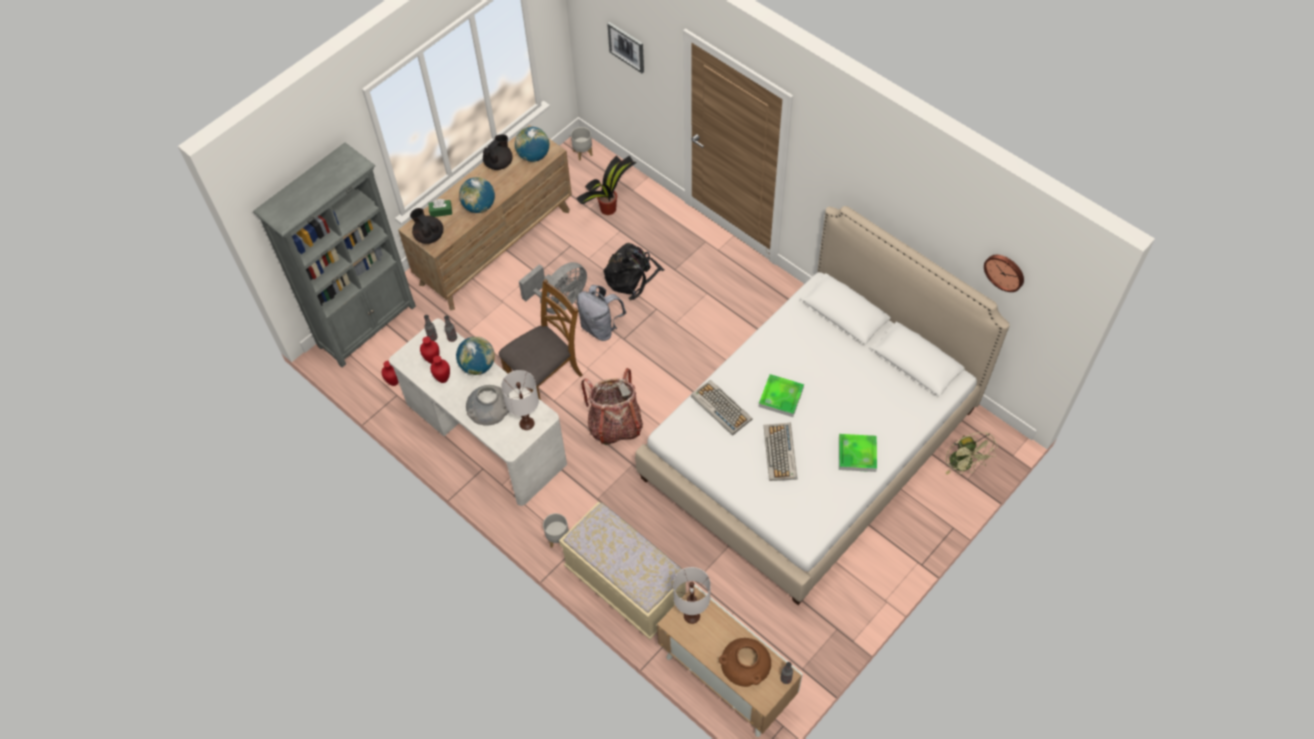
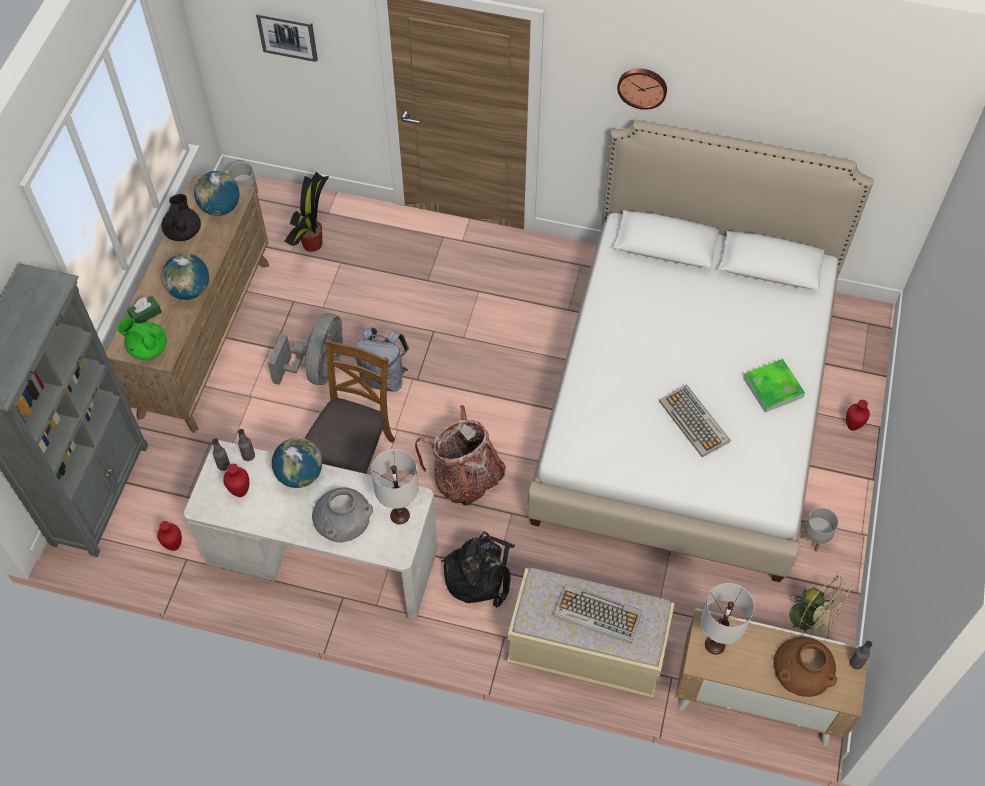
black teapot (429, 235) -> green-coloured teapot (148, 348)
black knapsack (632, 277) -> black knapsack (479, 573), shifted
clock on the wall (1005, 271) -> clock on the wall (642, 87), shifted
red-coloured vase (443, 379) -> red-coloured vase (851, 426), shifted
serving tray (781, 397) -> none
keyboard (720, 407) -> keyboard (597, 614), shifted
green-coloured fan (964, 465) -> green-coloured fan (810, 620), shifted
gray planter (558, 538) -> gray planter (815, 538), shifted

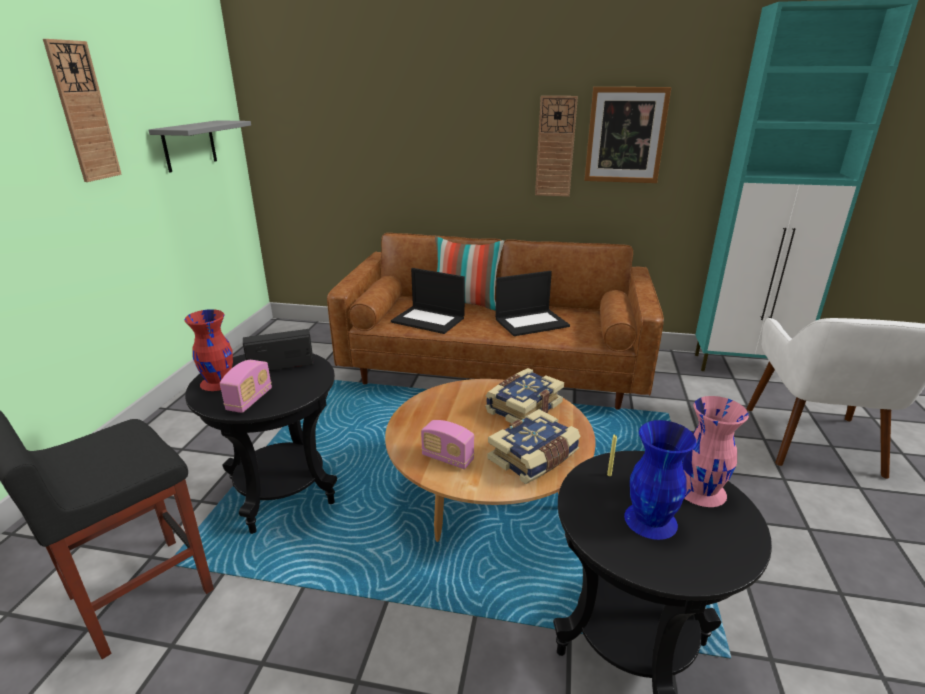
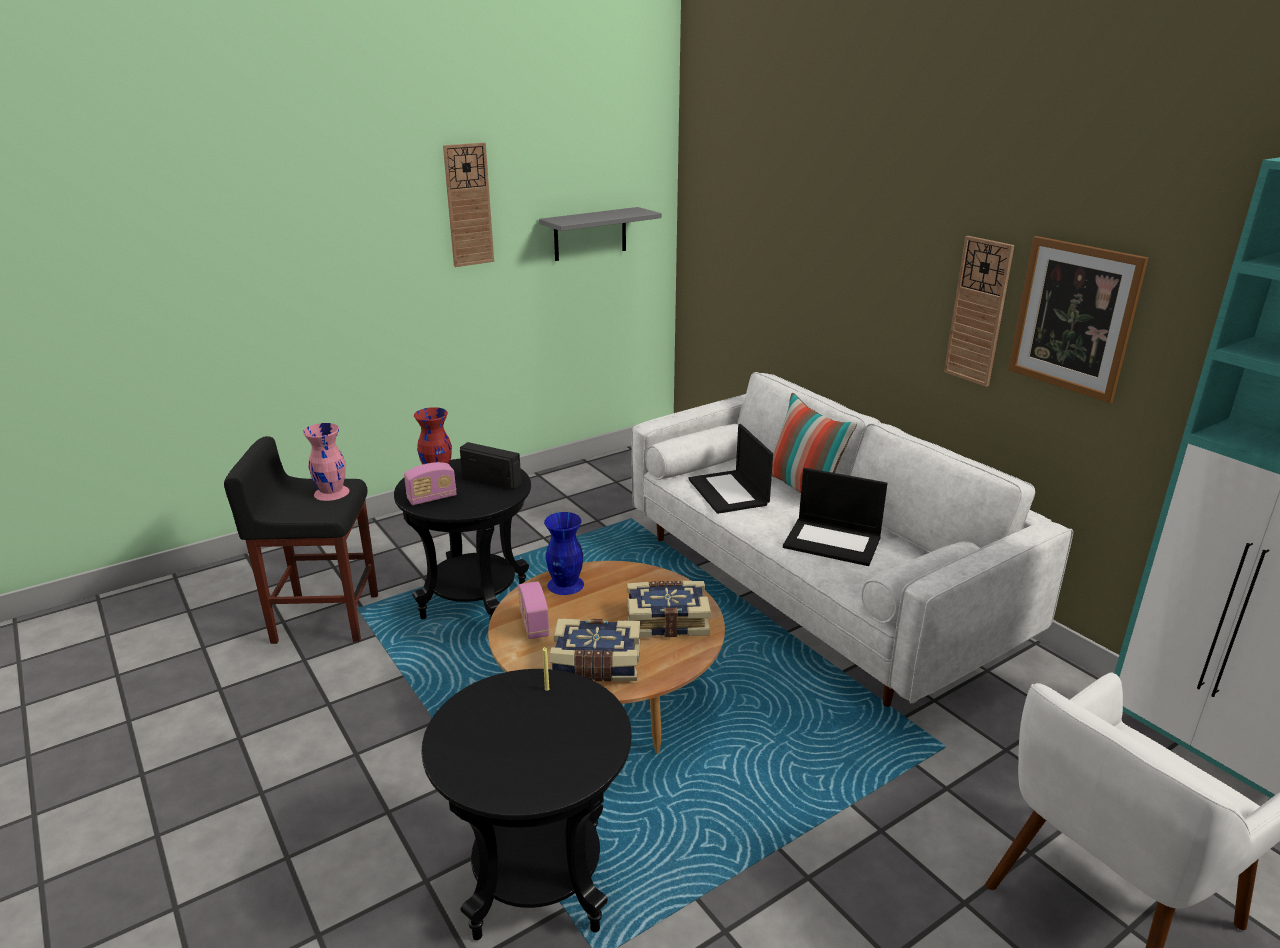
brown settee (494, 368) -> white-coloured settee (815, 587)
pinkish vase (701, 490) -> pinkish vase (332, 492), shifted
bluish vase (651, 520) -> bluish vase (565, 585), shifted

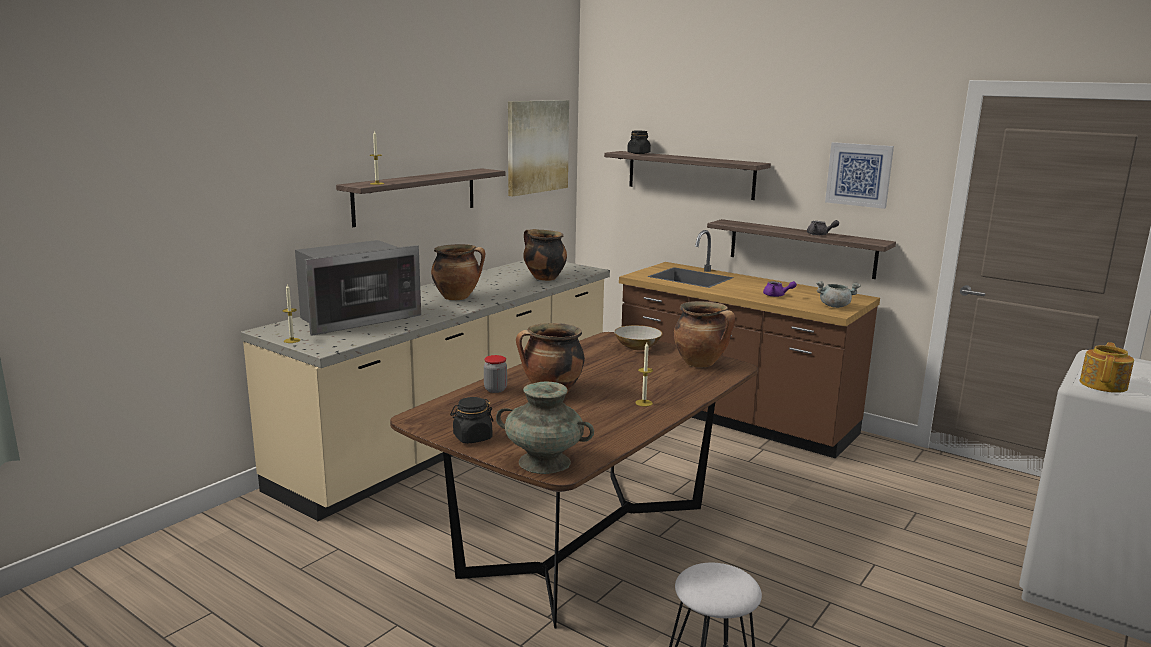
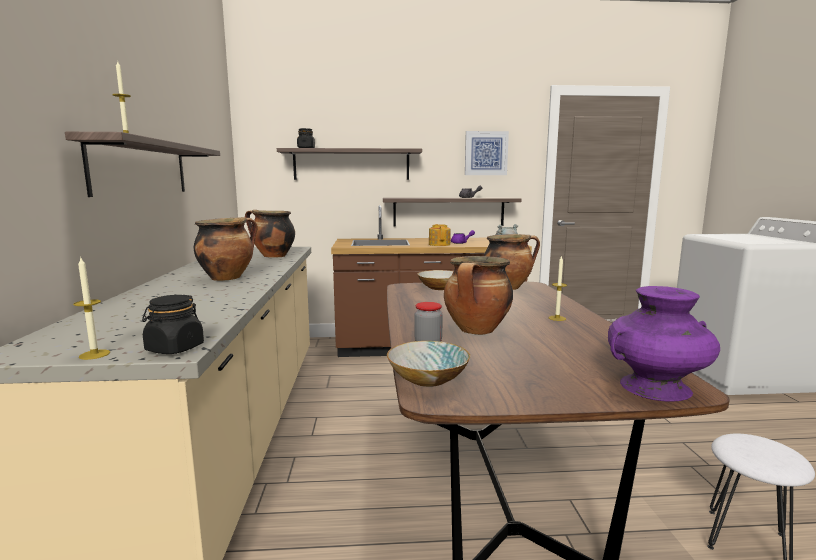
wall art (537, 146) -> none
microwave (355, 317) -> none
teapot (1104, 385) -> teapot (439, 244), shifted
turquoise-coloured vase (543, 462) -> purplish vase (654, 387)
black preserve jar (472, 437) -> black preserve jar (174, 348), shifted
none -> serving bowl (428, 379)

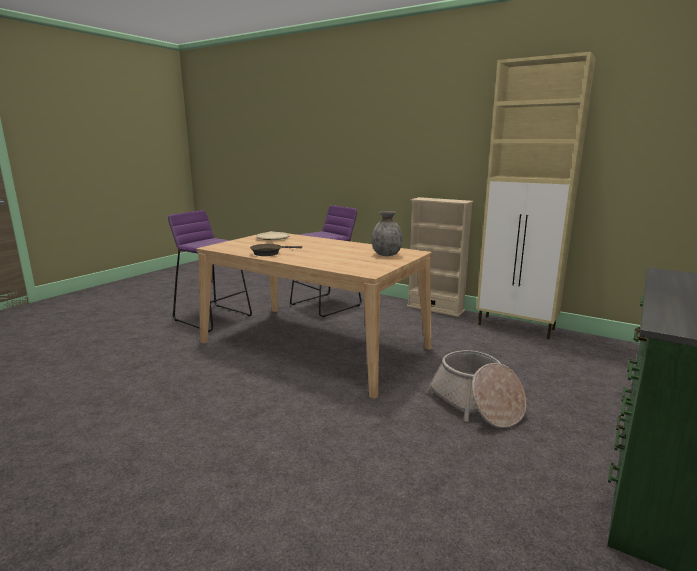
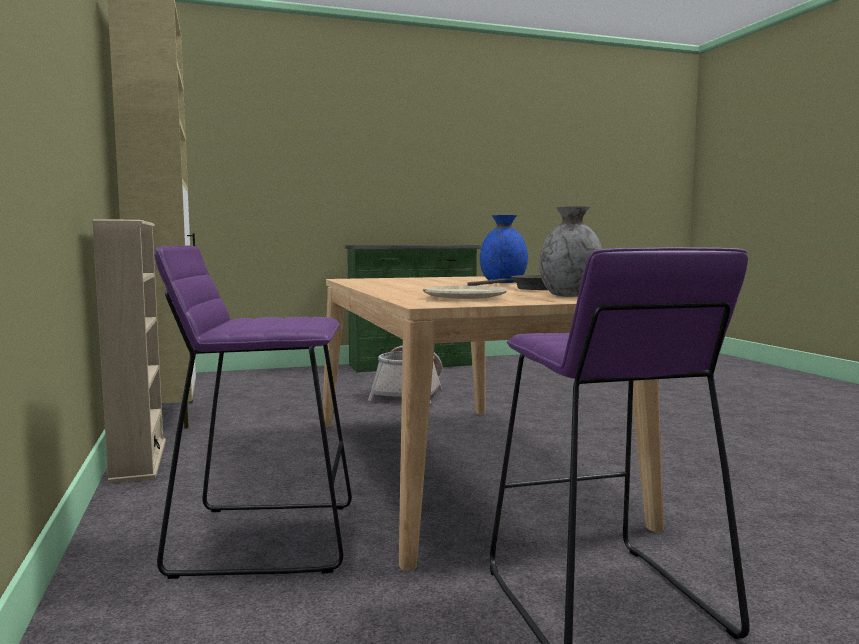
gray vase (386, 255) -> gray vase (570, 296), shifted
none -> bluish vase (502, 282)

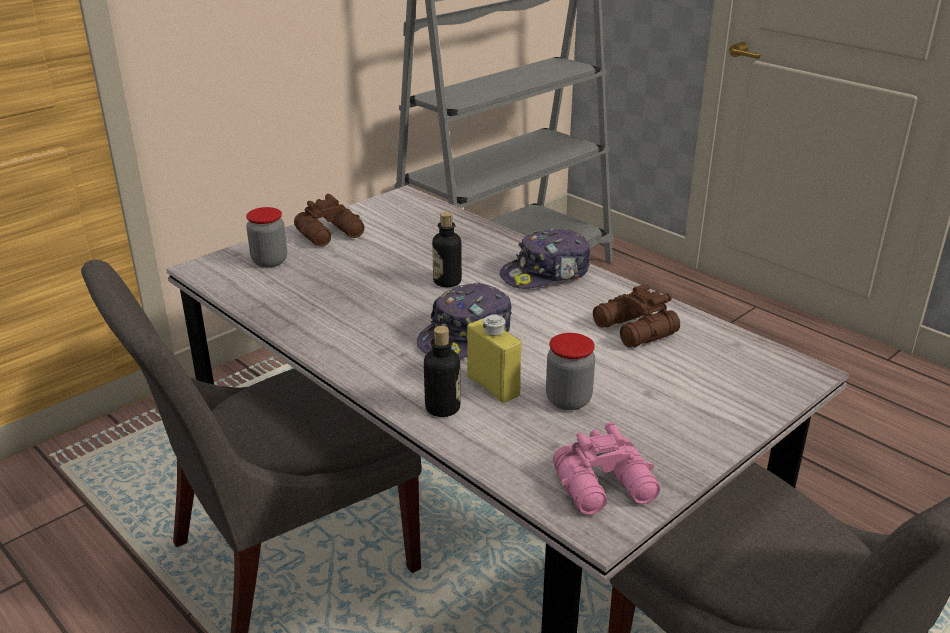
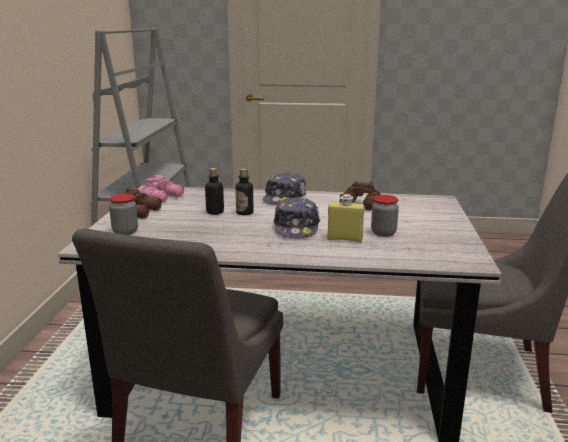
beverage bottle (442, 408) -> beverage bottle (215, 212), shifted
pinkish field glasses (607, 487) -> pinkish field glasses (163, 198), shifted

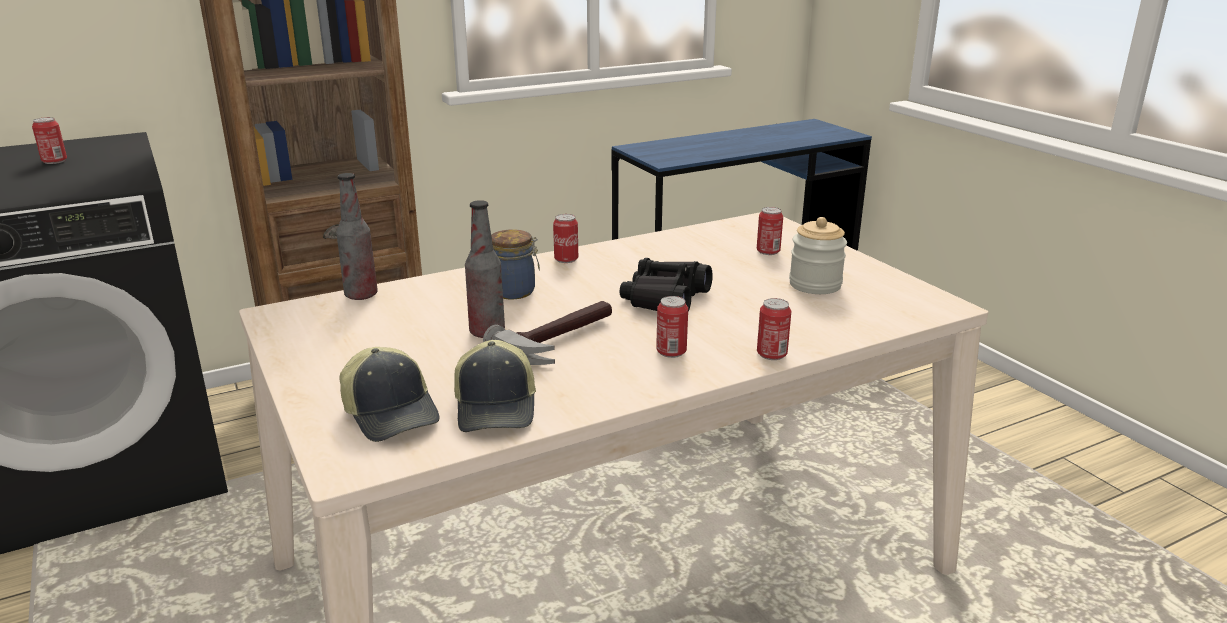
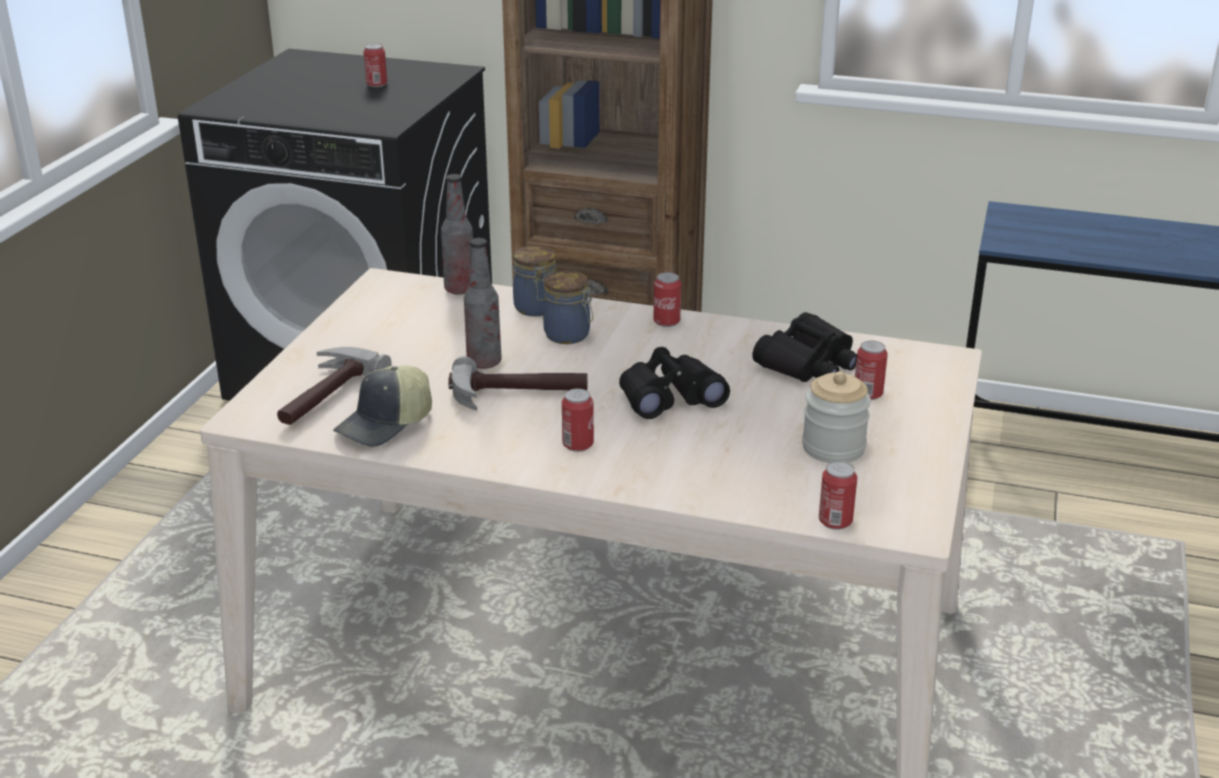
can (771, 354) -> can (835, 521), shifted
cap (392, 413) -> tool hammer (324, 395)
none -> preserve jar (536, 309)
none -> black field glasses (808, 363)

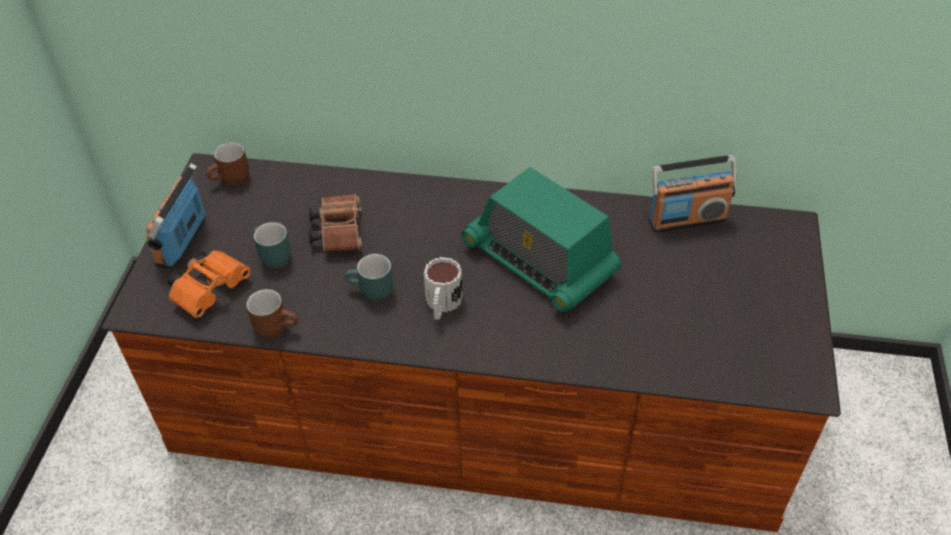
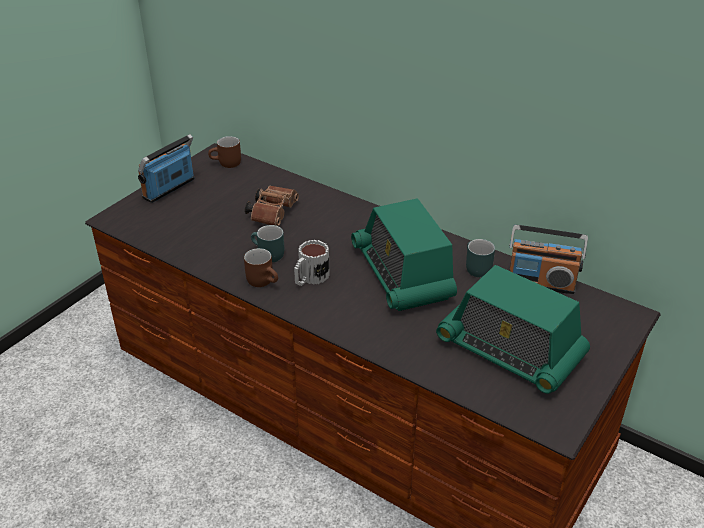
turquoise-coloured coffee mug (271, 256) -> turquoise-coloured coffee mug (474, 268), shifted
orangey field glasses (211, 289) -> none
brown coffee mug (277, 325) -> brown coffee mug (264, 281), shifted
none -> radio (510, 350)

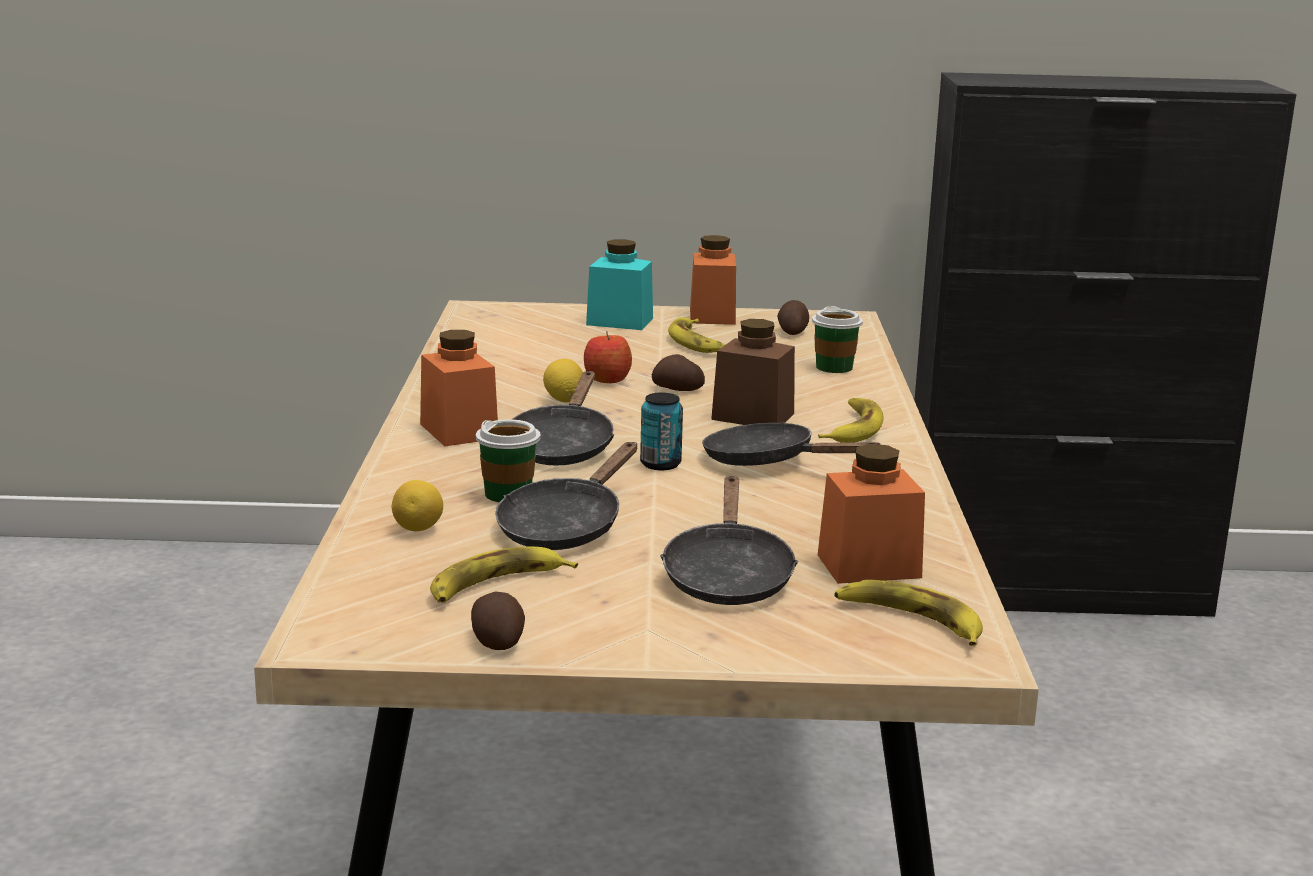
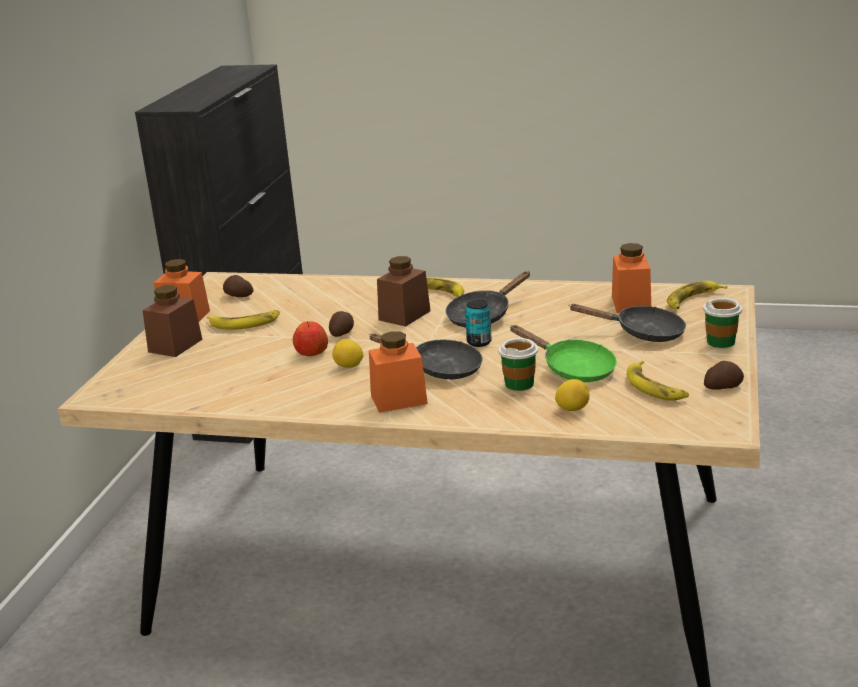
turquoise-coloured preserve jar (619, 321) -> brown preserve jar (175, 345)
drinking cup (834, 367) -> drinking cup (721, 342), shifted
black pan (565, 526) -> green-coloured pan (573, 369)

